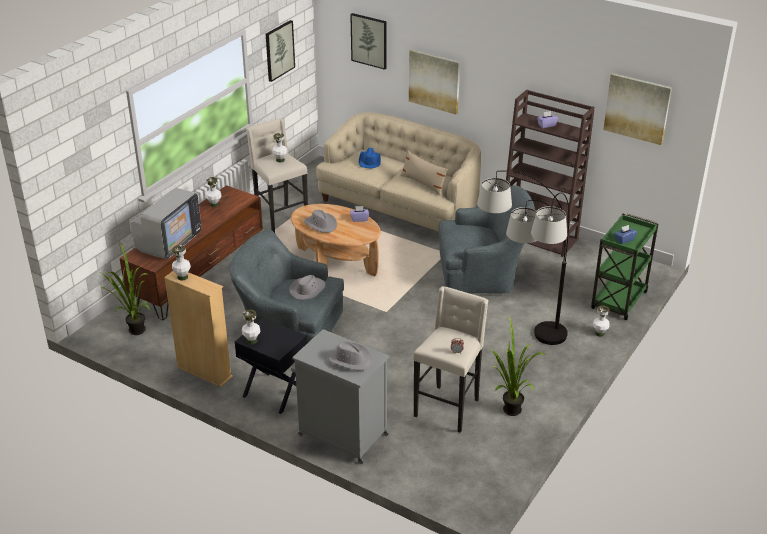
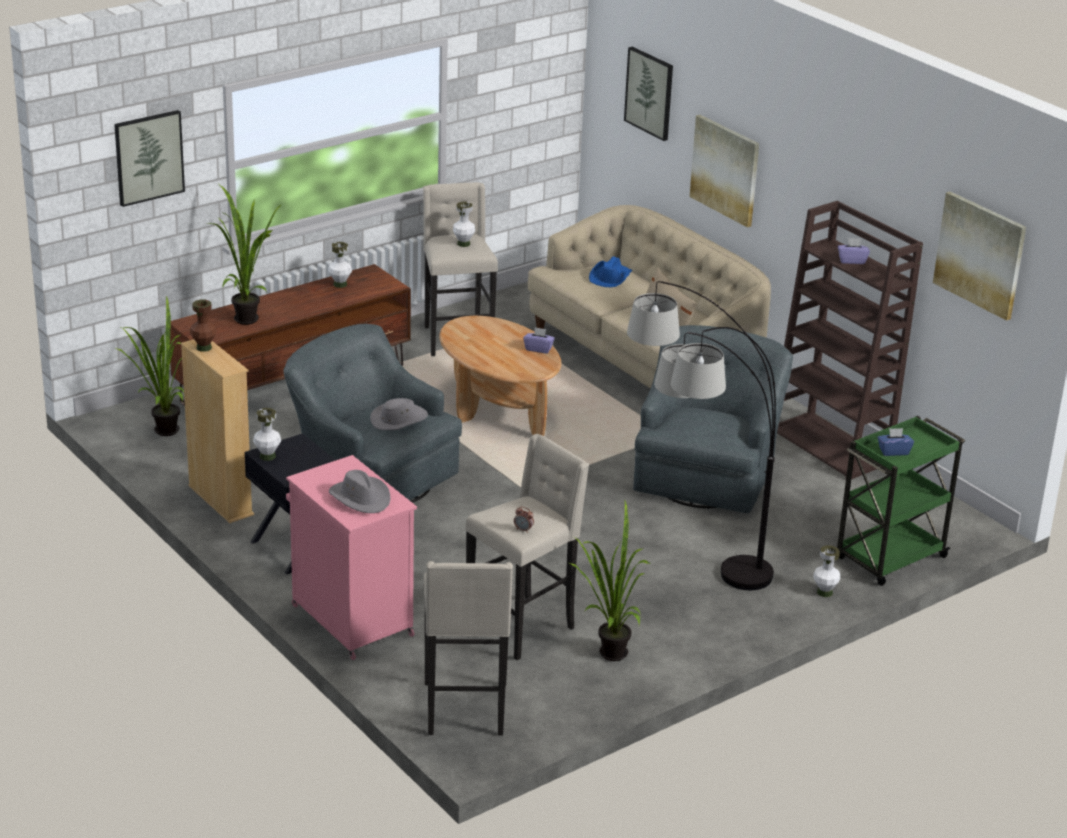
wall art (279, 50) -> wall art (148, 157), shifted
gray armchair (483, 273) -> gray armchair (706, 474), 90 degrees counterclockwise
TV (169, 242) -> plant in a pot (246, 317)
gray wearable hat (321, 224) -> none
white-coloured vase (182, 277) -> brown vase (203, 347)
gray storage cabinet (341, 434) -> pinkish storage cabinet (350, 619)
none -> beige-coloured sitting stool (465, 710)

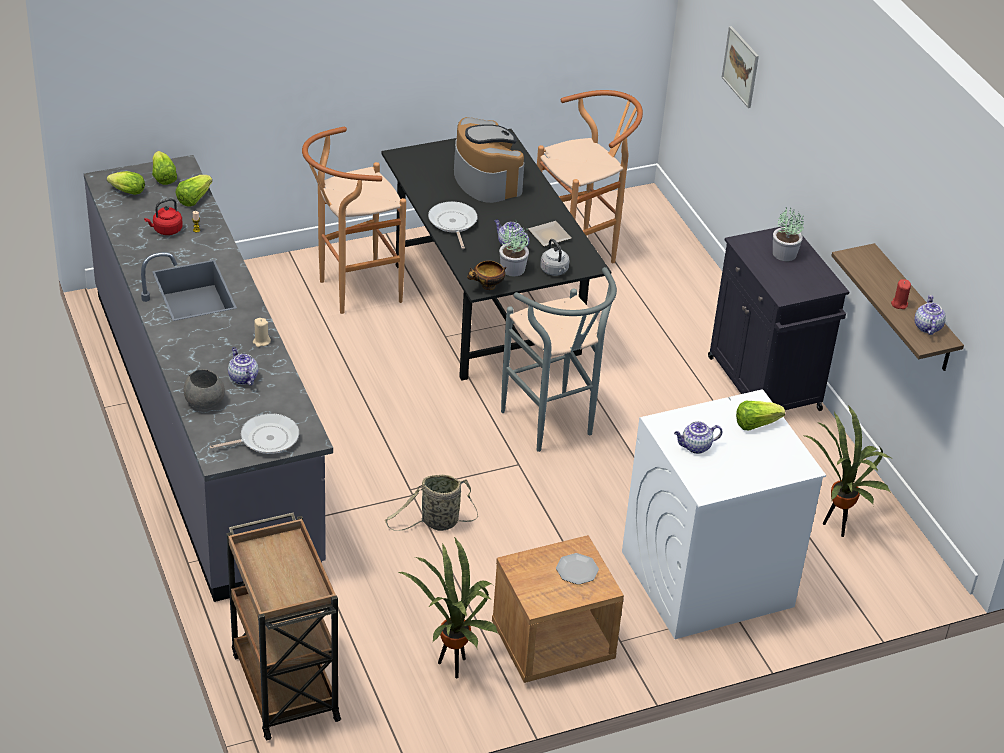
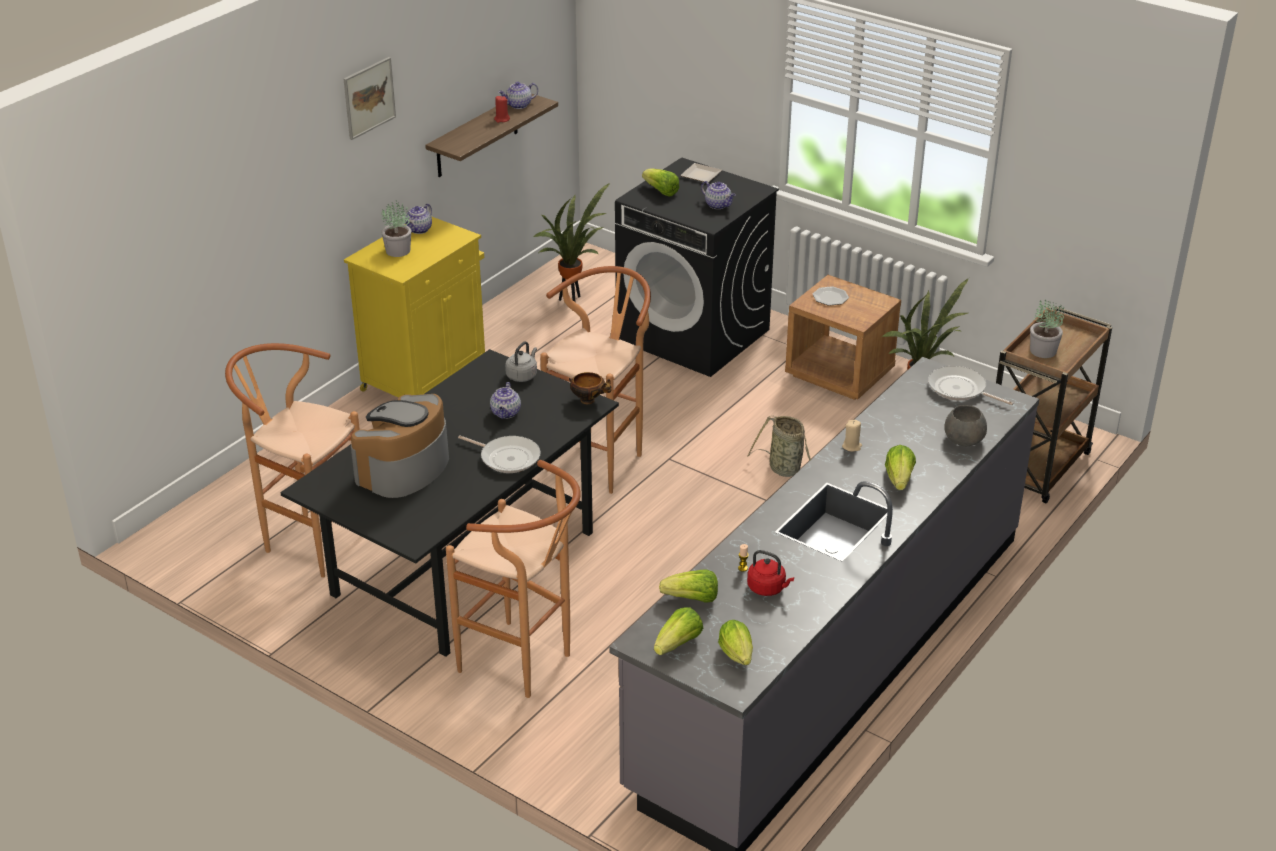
wall art (741, 66) -> wall art (369, 97), shifted
pan (453, 223) -> pan (507, 458), 105 degrees counterclockwise
flat dish (549, 236) -> flat dish (702, 175), shifted
plant in a pot (512, 268) -> plant in a pot (1043, 351), shifted
black storage cabinet (765, 385) -> yellow-coloured storage cabinet (426, 376)
gray sitting stool (553, 427) -> brown sitting stool (601, 459)
teapot (242, 378) -> teapot (419, 230), shifted
white-coloured washing machine (706, 579) -> black washing machine (694, 335)
none -> lettuce head (899, 479)

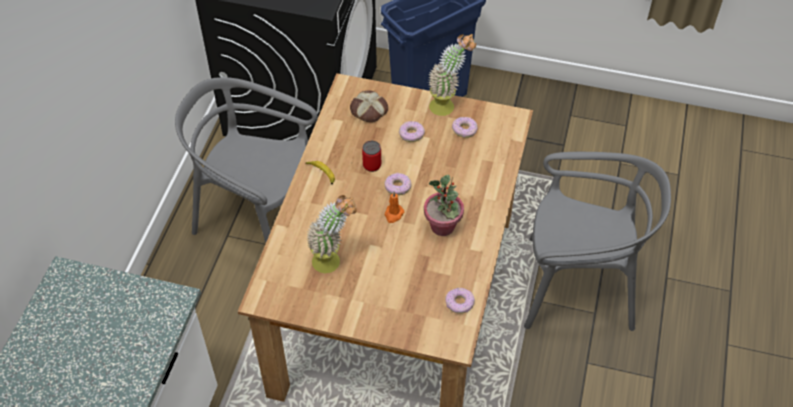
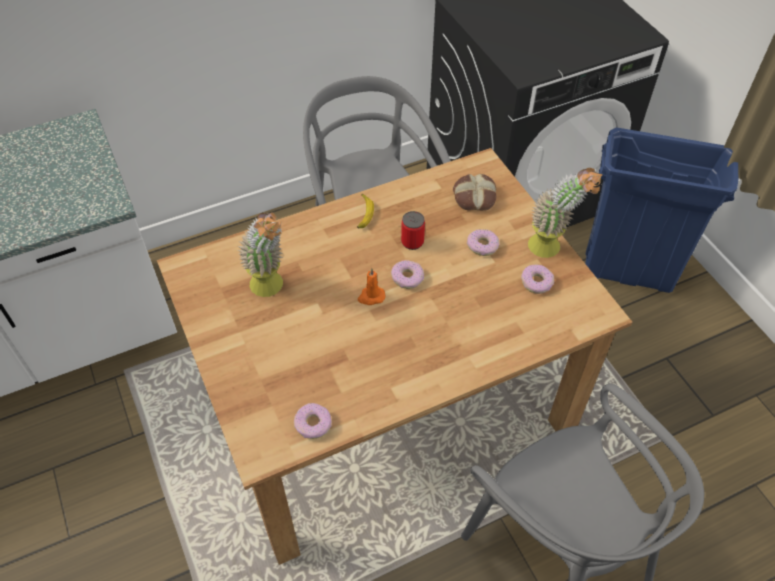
plant in a pot (443, 226) -> none

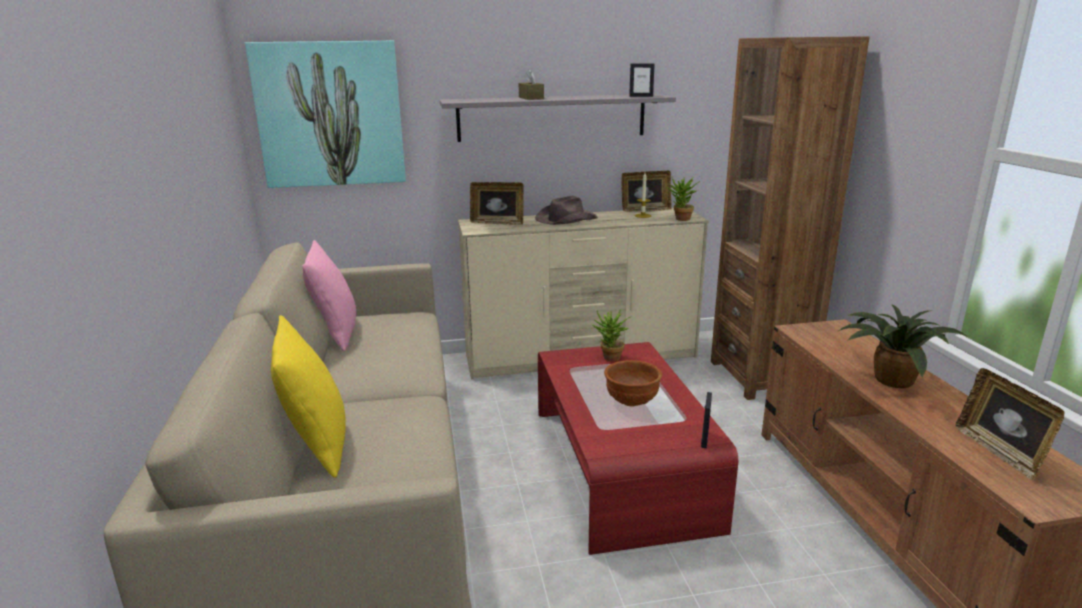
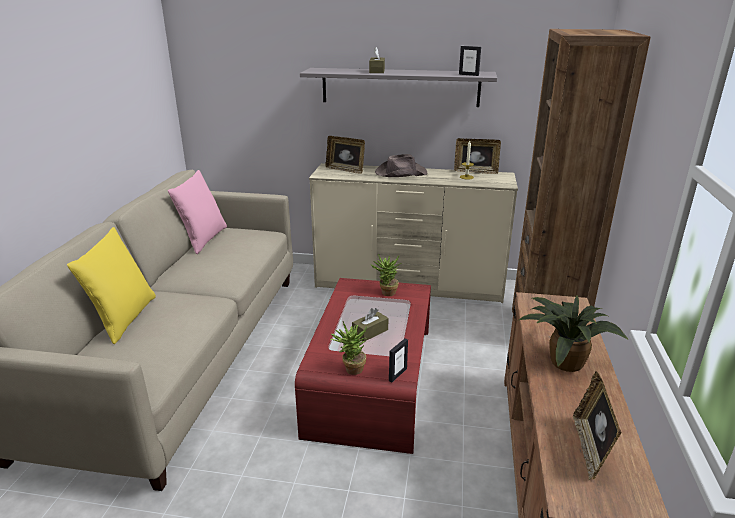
wall art (330, 114) -> none
plant in a pot (680, 219) -> plant in a pot (350, 370), shifted
brown serving bowl (631, 401) -> brown tissue holder (370, 332)

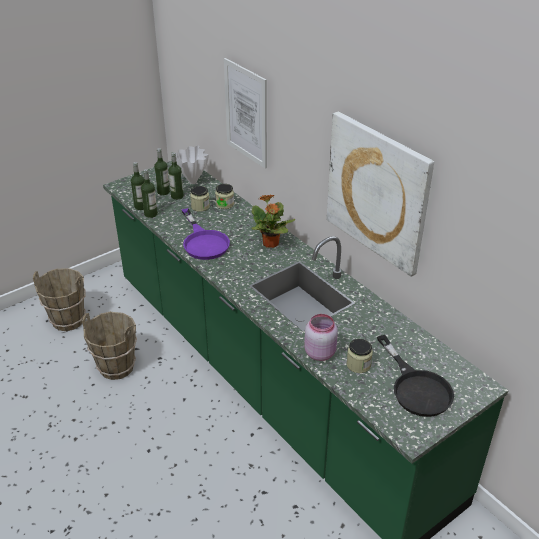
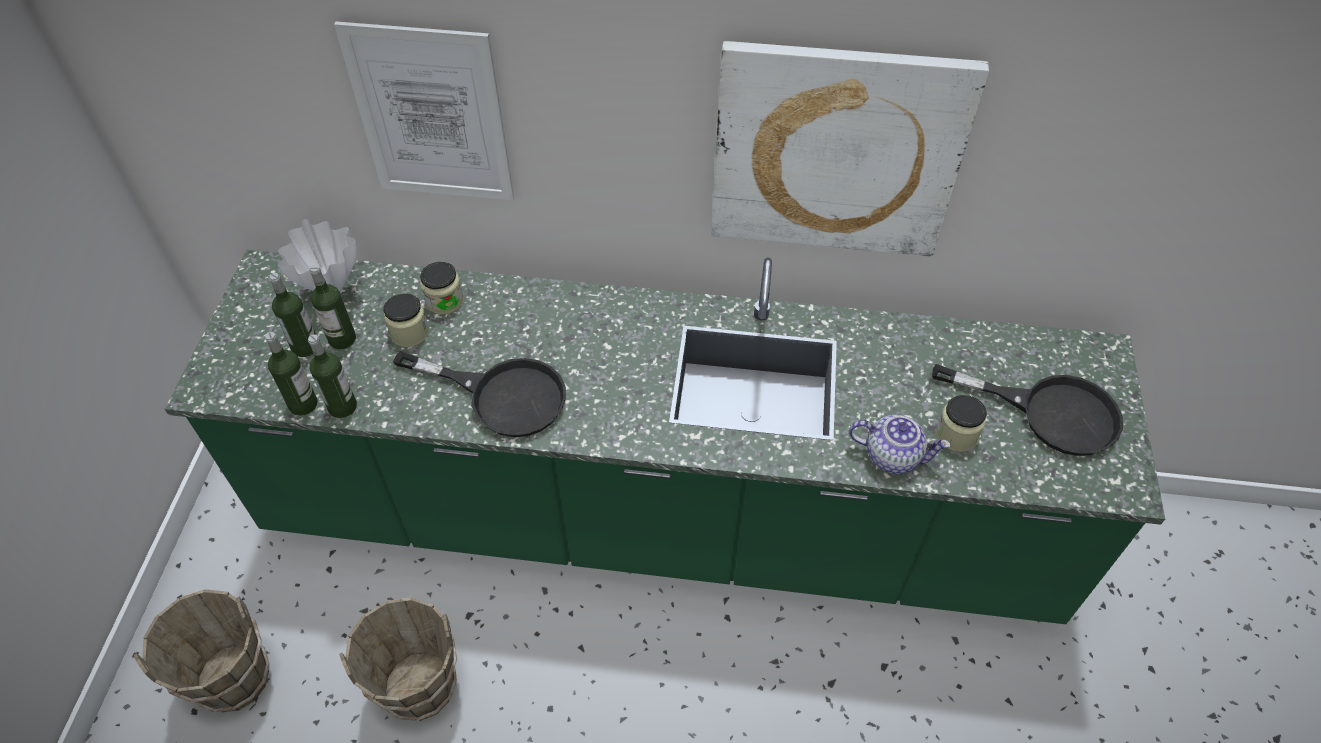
plant in a pot (270, 244) -> none
purplish pan (203, 242) -> black pan (502, 395)
pinkish preserve jar (320, 352) -> teapot (893, 455)

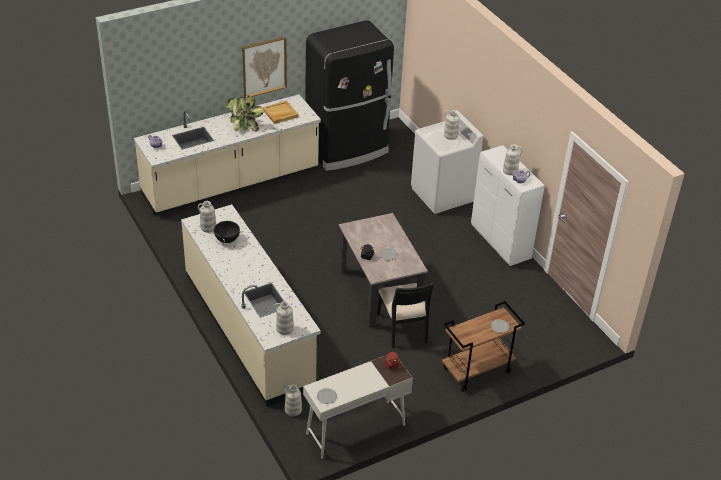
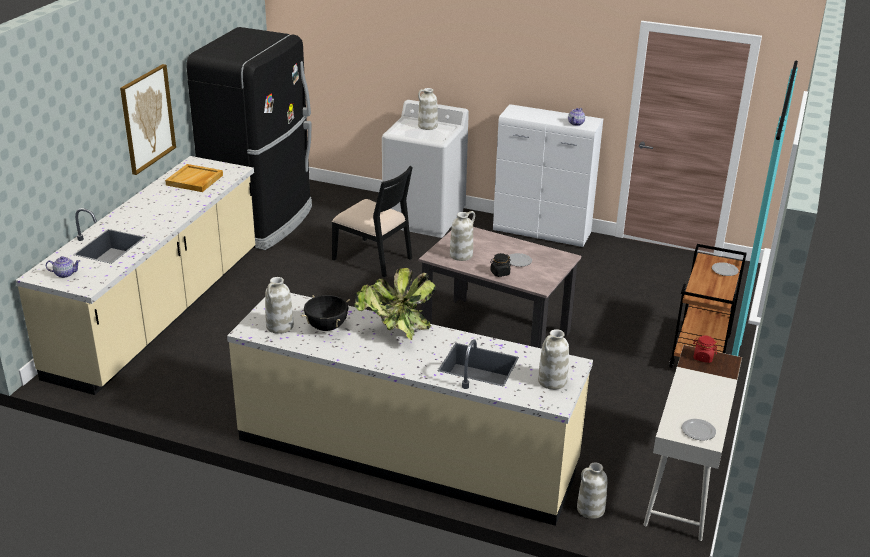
plant in a pot (243, 125) -> plant in a pot (396, 330), shifted
white-coloured vase (510, 170) -> white-coloured vase (461, 255), shifted
black chair (403, 328) -> black chair (373, 258), shifted

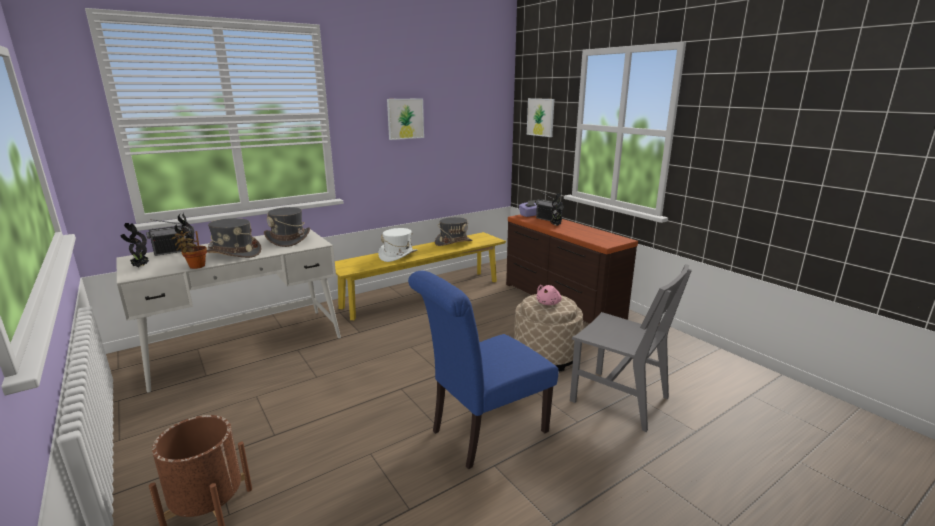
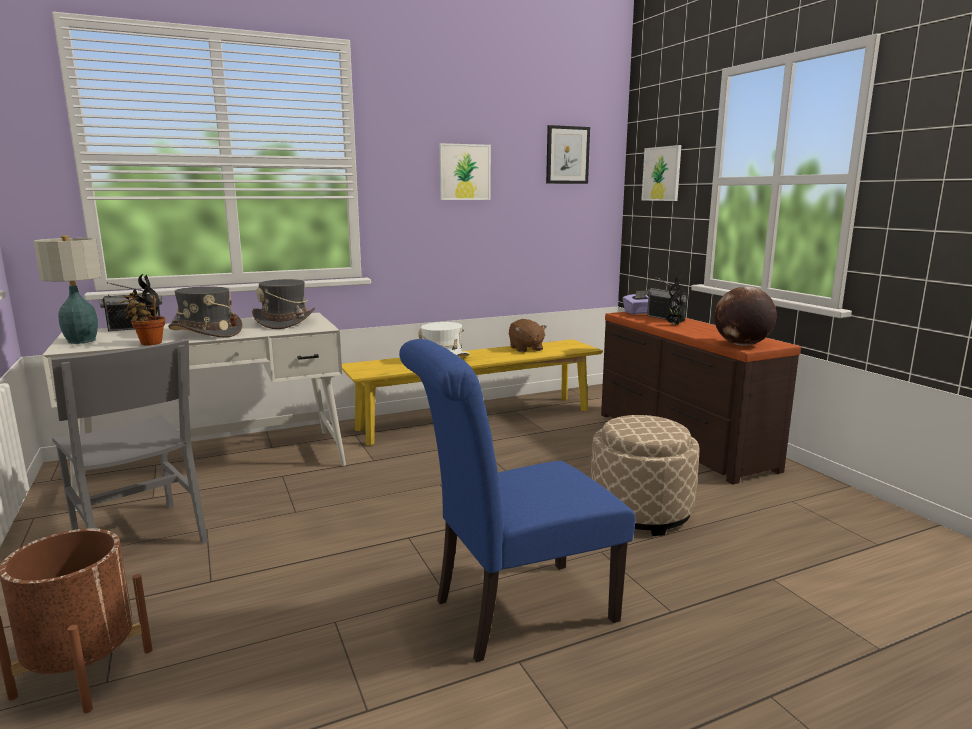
gray wearable hat (453, 242) -> brown plush toy (525, 348)
plant in a pot (140, 267) -> tabletop lamp (82, 341)
gray chair (619, 399) -> gray chair (138, 538), shifted
pinkish plush toy (548, 303) -> none
none -> wall art (567, 155)
none -> globe (741, 344)

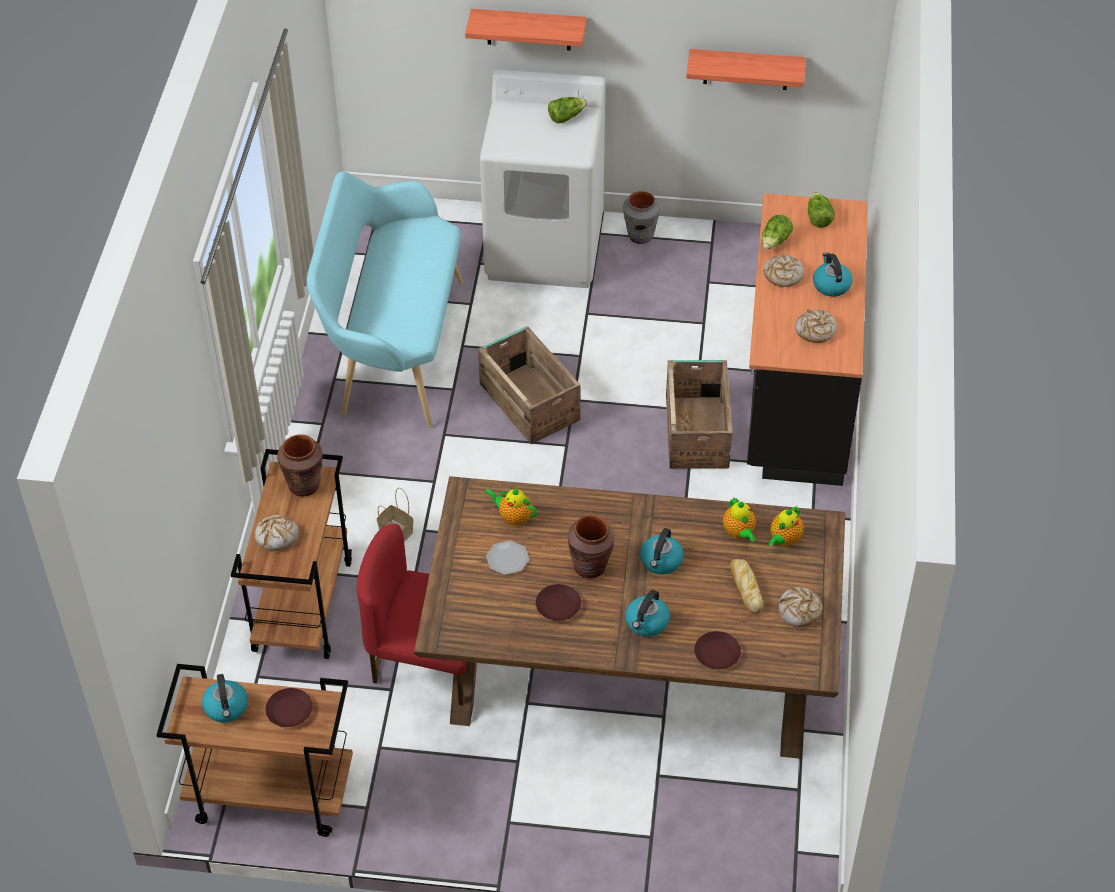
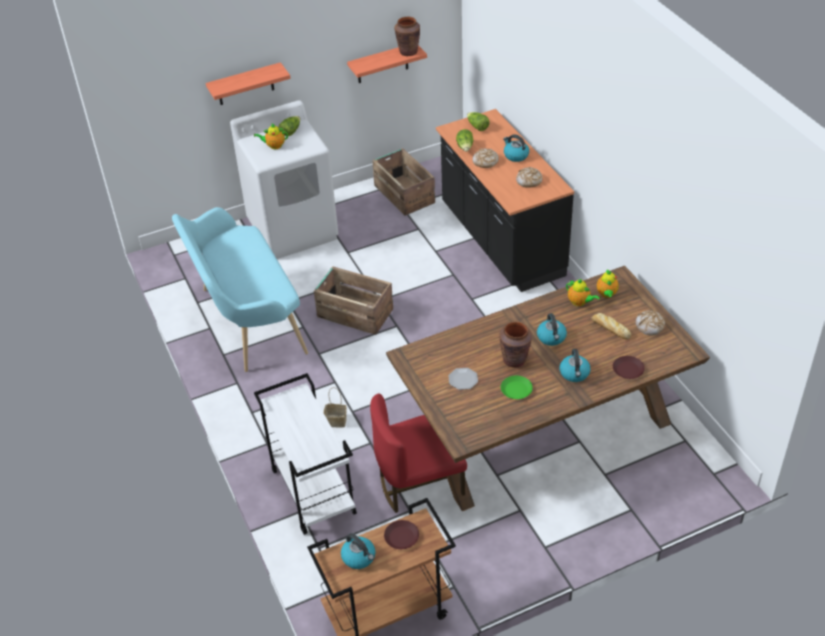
gray vase (640, 236) -> none
crate (697, 431) -> crate (404, 194), shifted
brown vase (304, 485) -> brown vase (408, 52), shifted
brown wheeled cart (302, 604) -> white-coloured wheeled cart (312, 491)
teapot (513, 517) -> teapot (274, 146), shifted
baked bread (277, 536) -> none
brown flat dish (557, 606) -> green-coloured flat dish (516, 390)

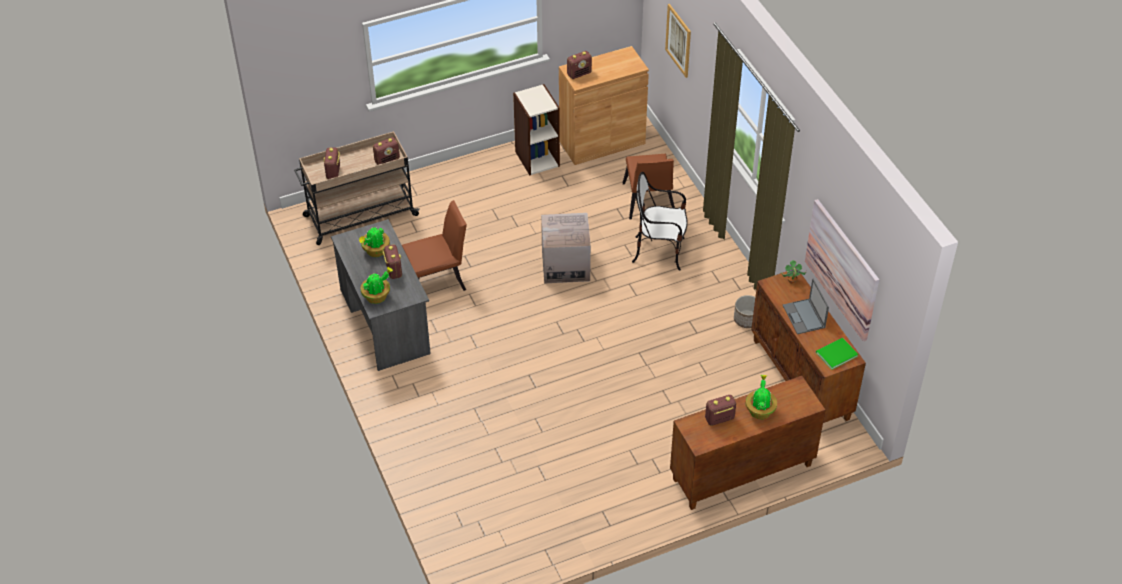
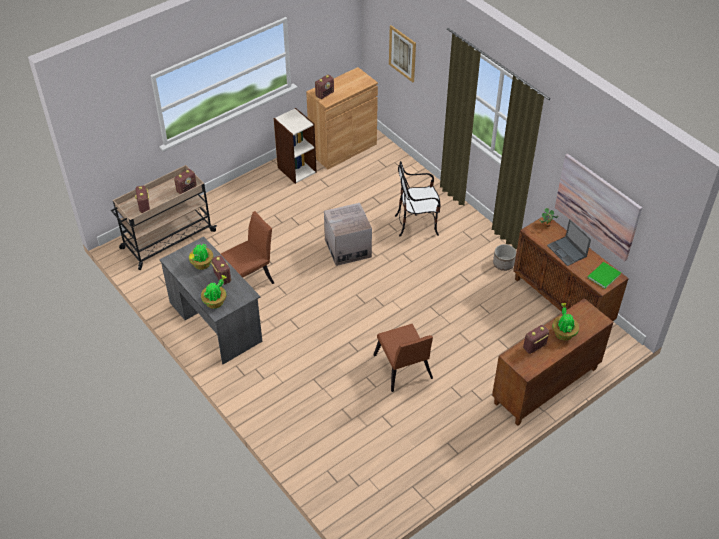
brown chair (648, 202) -> brown chair (403, 370), shifted

